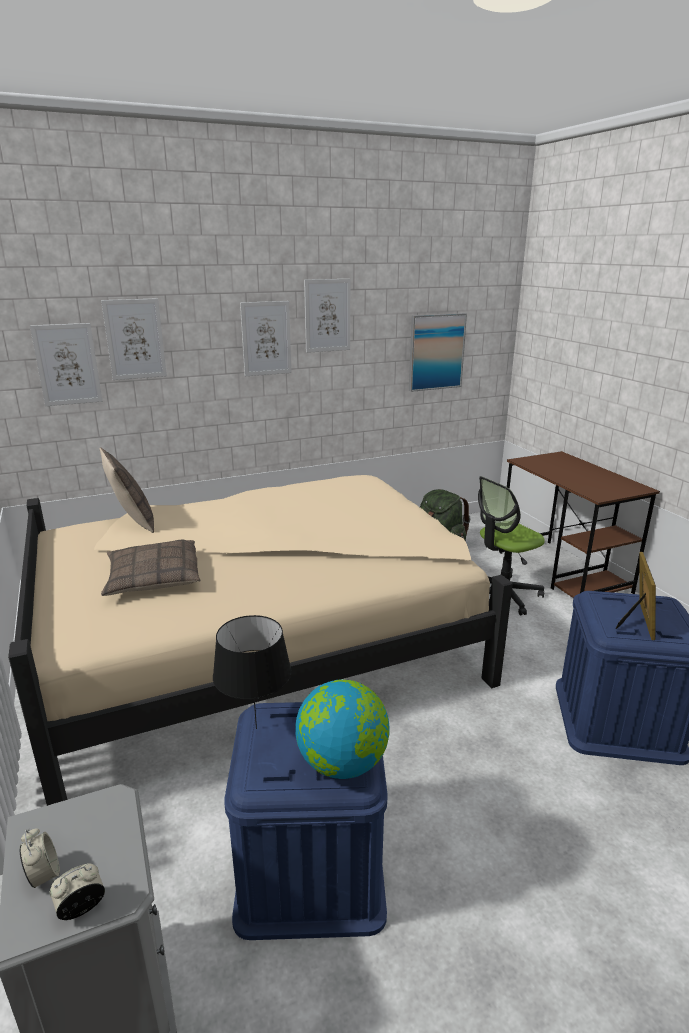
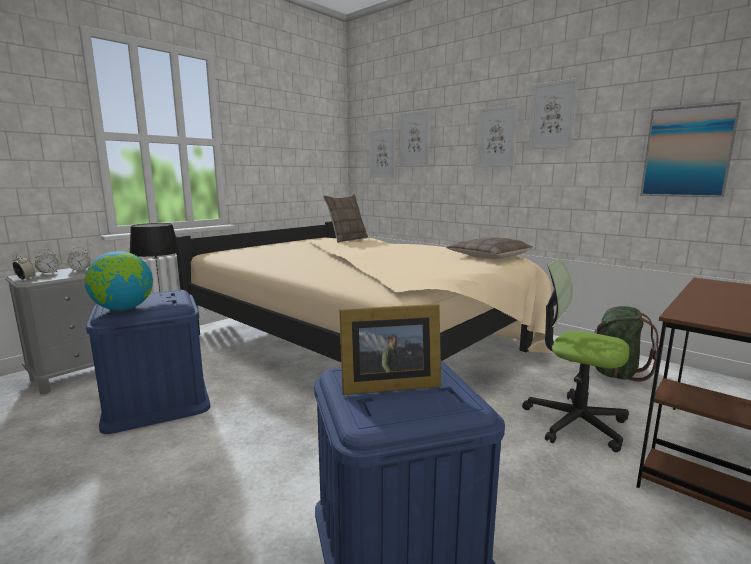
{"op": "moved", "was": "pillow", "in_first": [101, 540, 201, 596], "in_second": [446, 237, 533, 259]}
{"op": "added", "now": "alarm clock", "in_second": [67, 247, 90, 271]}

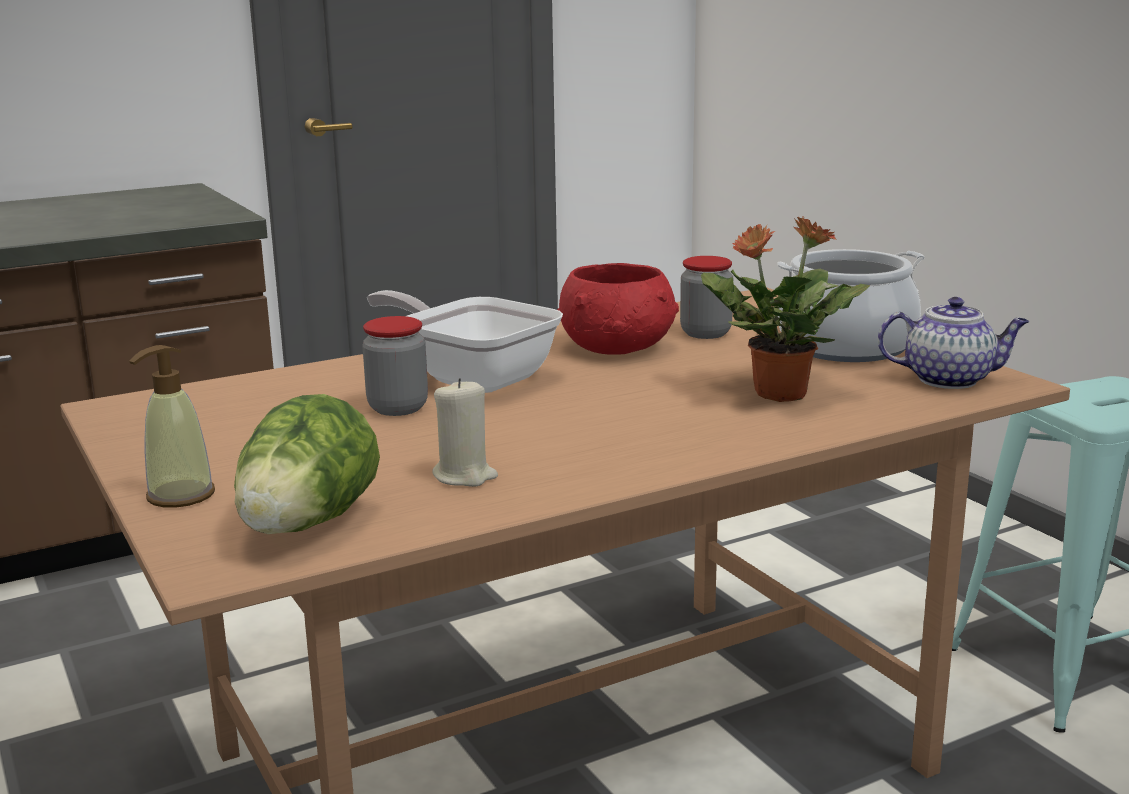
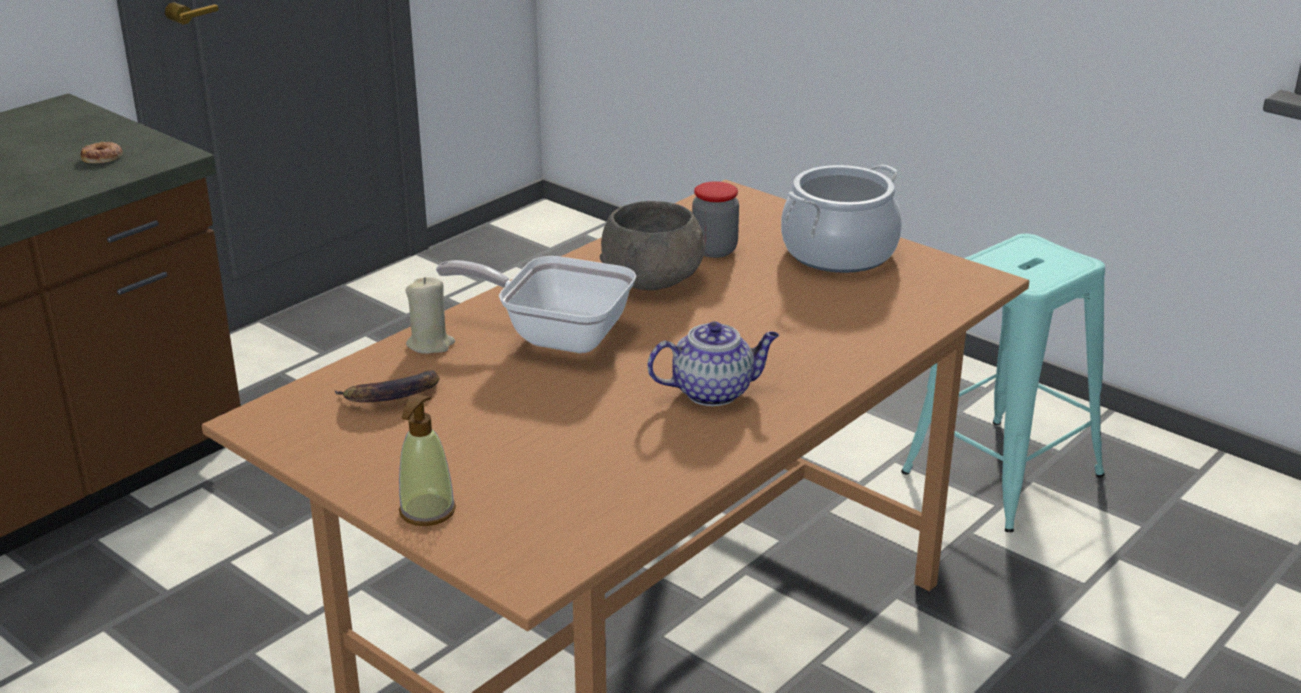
{"op": "removed", "was": "potted plant", "in_first": [701, 217, 870, 402]}
{"op": "recoloured", "was": "red bowl", "now": "grey bowl", "in_first": [557, 263, 679, 355], "in_second": [600, 201, 705, 290]}
{"op": "moved", "was": "teapot", "in_first": [878, 297, 1029, 389], "in_second": [648, 321, 779, 406]}
{"op": "removed", "was": "jar", "in_first": [362, 316, 428, 416]}
{"op": "moved", "was": "beige candle", "in_first": [433, 378, 498, 487], "in_second": [406, 277, 455, 354]}
{"op": "removed", "was": "lettuce", "in_first": [234, 394, 380, 534]}
{"op": "added", "now": "donut", "in_second": [81, 141, 123, 163]}
{"op": "added", "now": "banana", "in_second": [334, 370, 439, 403]}

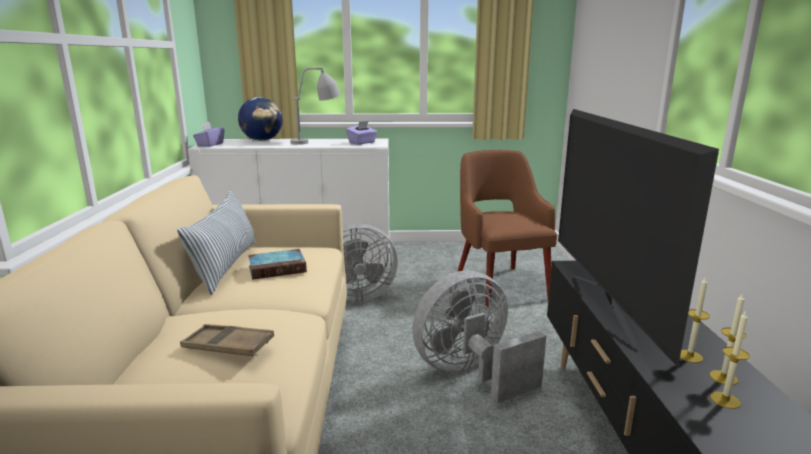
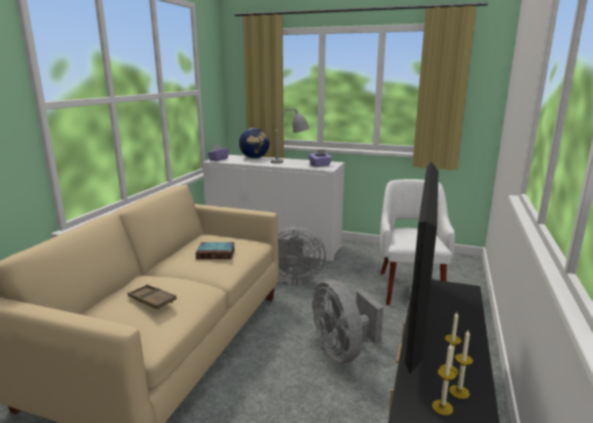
{"op": "recoloured", "was": "brown armchair", "now": "white armchair", "in_first": [457, 150, 557, 309], "in_second": [380, 179, 455, 305]}
{"op": "removed", "was": "pillow", "in_first": [177, 190, 256, 295]}
{"op": "turned", "was": "grey fan", "in_first": [412, 270, 546, 403], "in_second": [313, 280, 384, 363], "clockwise": -105}

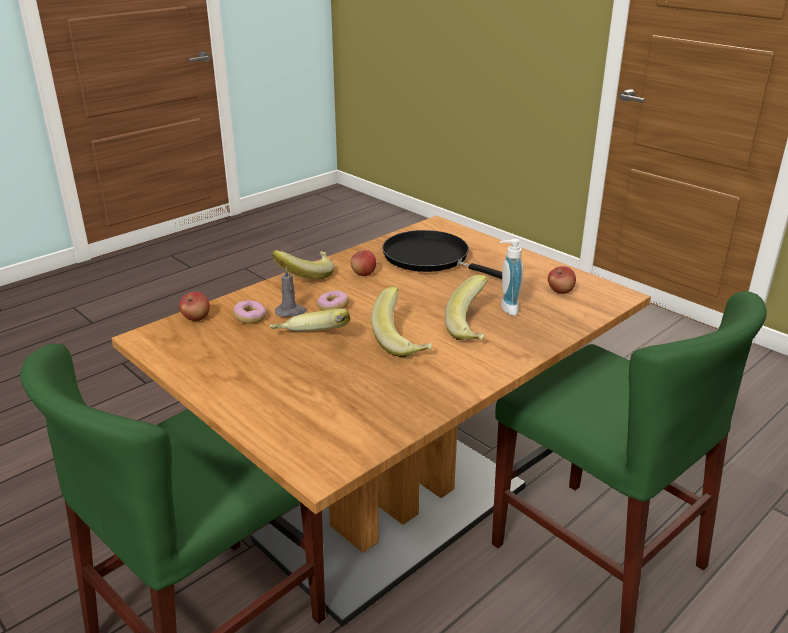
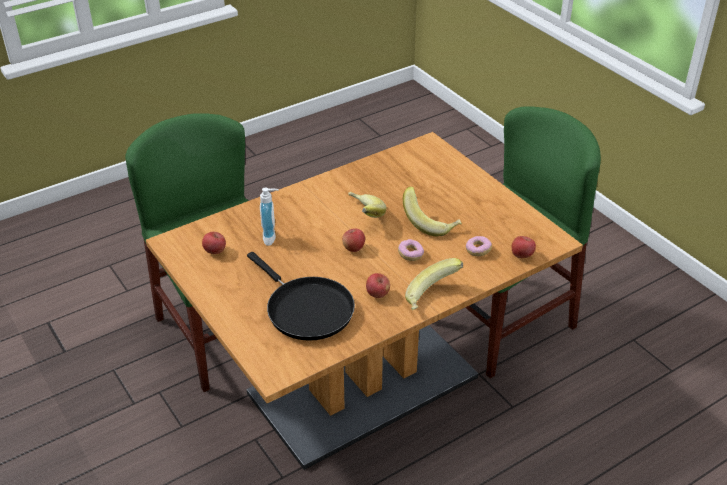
{"op": "removed", "was": "grey candle", "in_first": [275, 266, 307, 317]}
{"op": "removed", "was": "banana", "in_first": [445, 275, 488, 340]}
{"op": "added", "now": "apple", "in_second": [342, 228, 365, 252]}

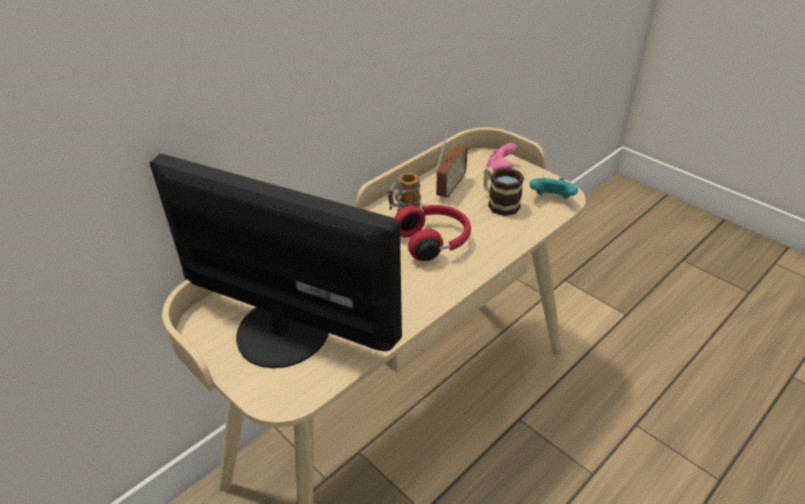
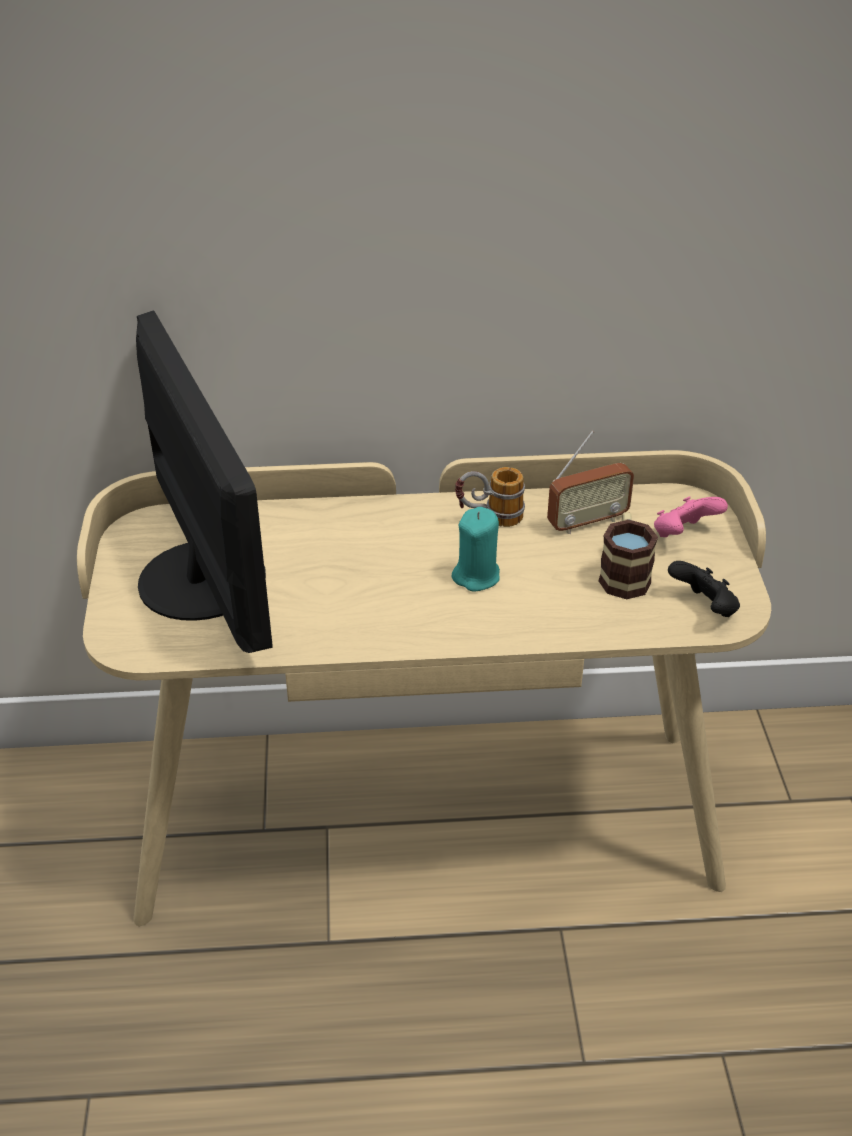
{"op": "recoloured", "was": "turquoise game controller", "now": "black game controller", "in_first": [530, 178, 578, 199], "in_second": [668, 561, 740, 617]}
{"op": "replaced", "was": "red headphones", "now": "turquoise candle", "in_first": [394, 205, 471, 261], "in_second": [452, 507, 500, 591]}

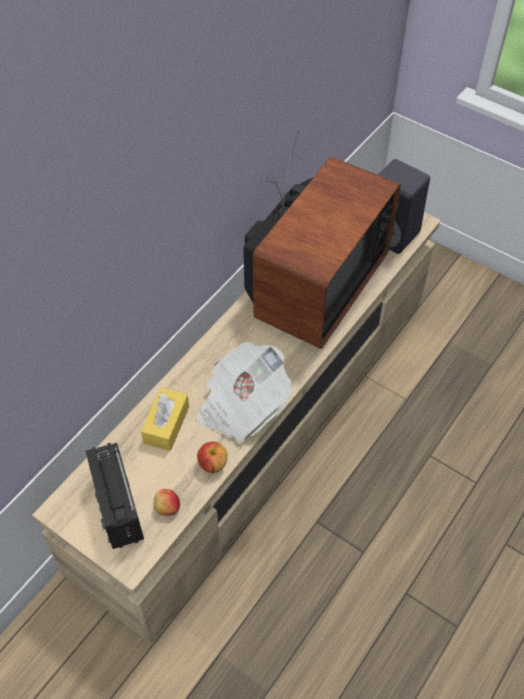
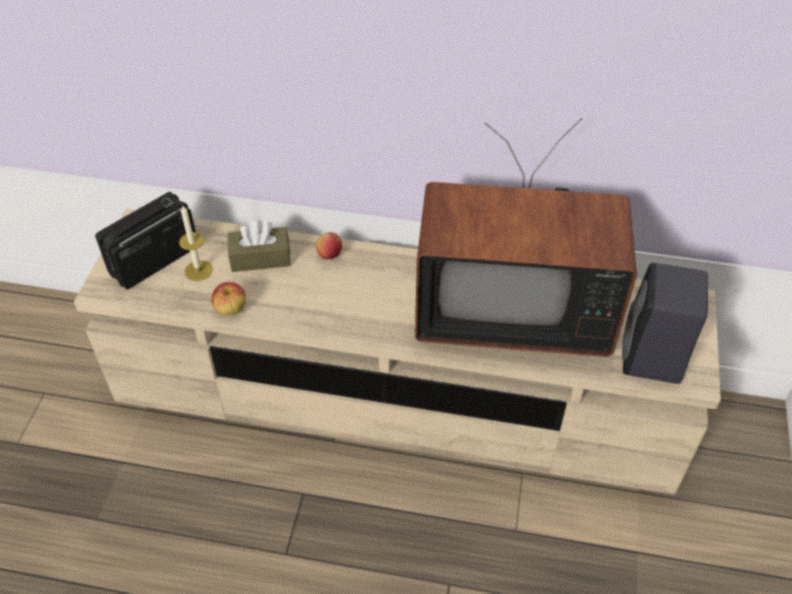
{"op": "removed", "was": "newspaper", "in_first": [196, 342, 292, 443]}
{"op": "recoloured", "was": "yellow tissue box", "now": "brown tissue box", "in_first": [141, 387, 189, 451], "in_second": [228, 220, 291, 272]}
{"op": "moved", "was": "apple", "in_first": [153, 489, 180, 516], "in_second": [316, 232, 342, 259]}
{"op": "added", "now": "candle", "in_second": [179, 206, 213, 281]}

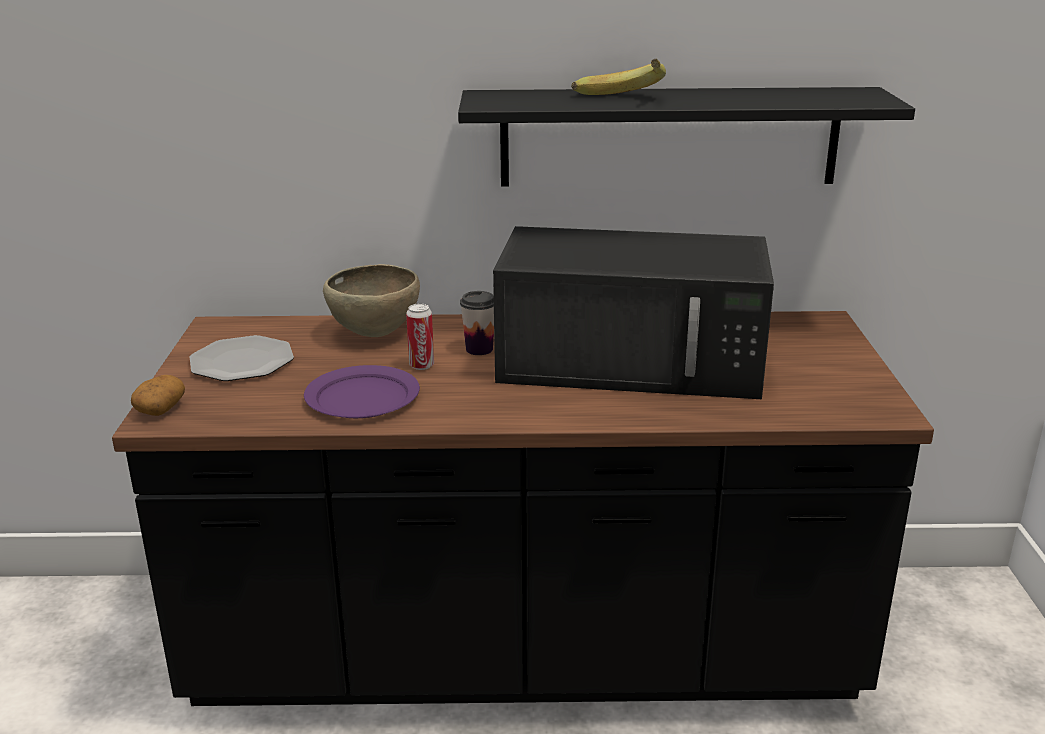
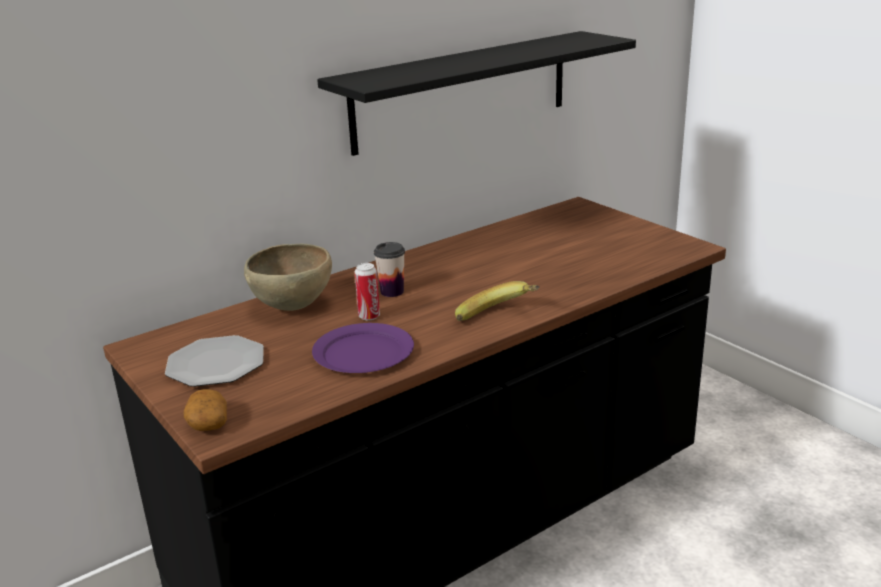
{"op": "moved", "was": "banana", "in_first": [571, 59, 666, 95], "in_second": [455, 281, 540, 321]}
{"op": "removed", "was": "black microwave", "in_first": [493, 226, 774, 399]}

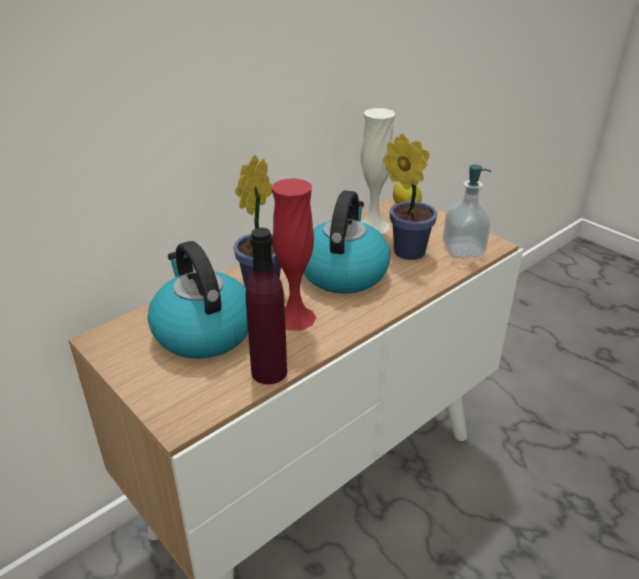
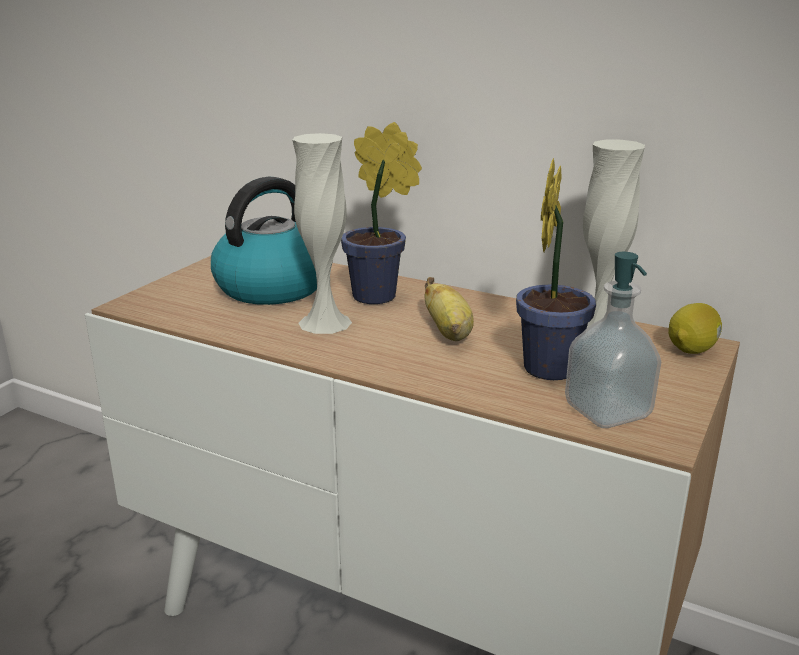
{"op": "recoloured", "was": "red vase", "now": "white vase", "in_first": [272, 178, 316, 331], "in_second": [293, 133, 352, 334]}
{"op": "replaced", "was": "kettle", "now": "banana", "in_first": [304, 190, 390, 294], "in_second": [425, 277, 474, 341]}
{"op": "removed", "was": "purple bottle", "in_first": [245, 228, 287, 384]}

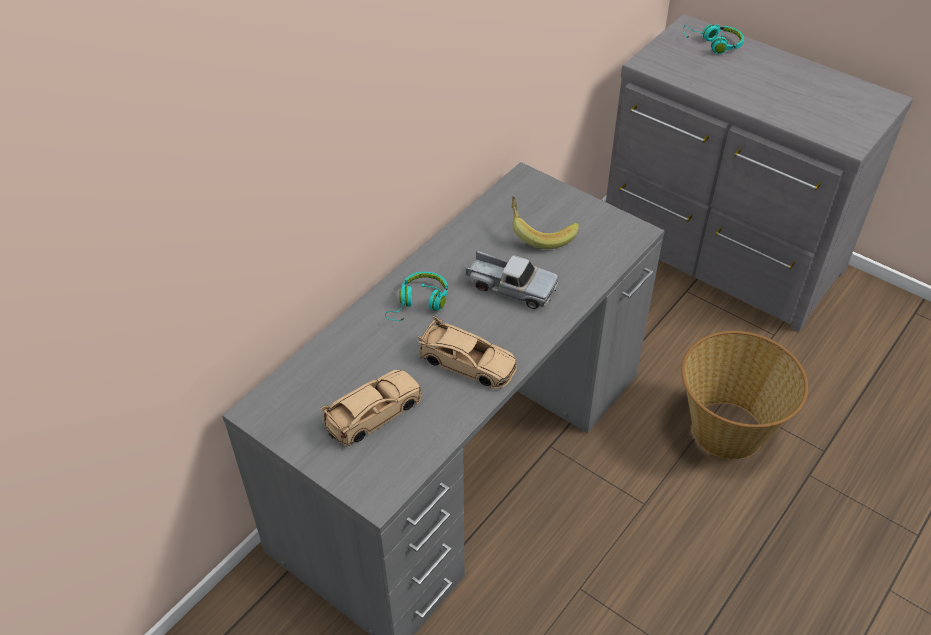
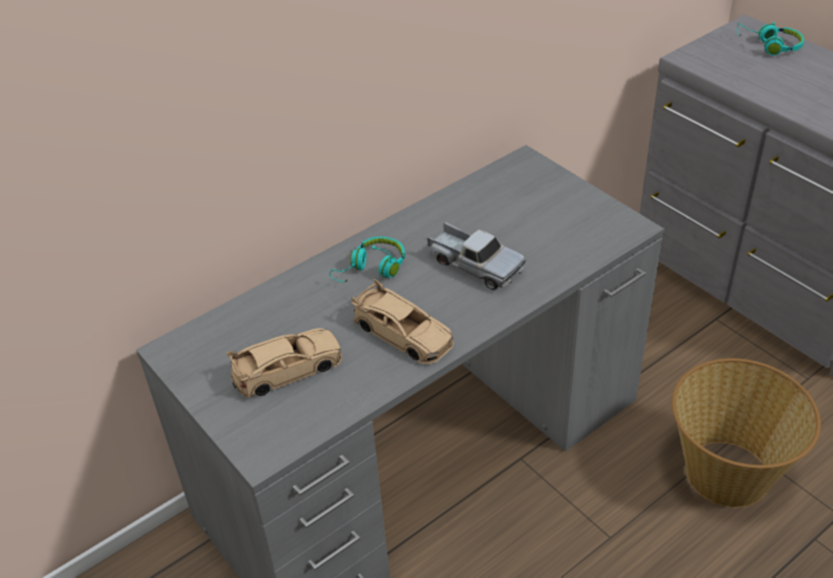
{"op": "removed", "was": "banana", "in_first": [511, 196, 579, 249]}

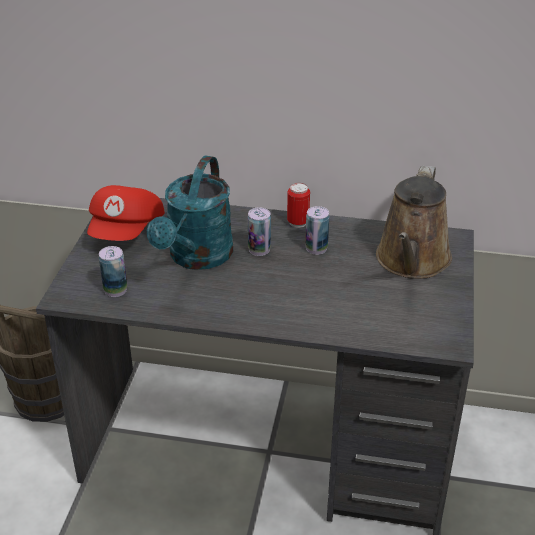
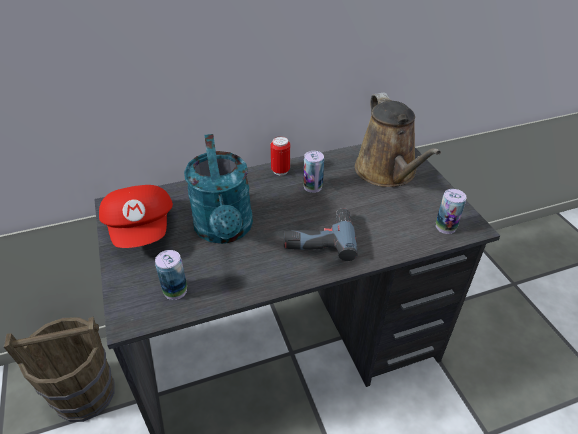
{"op": "moved", "was": "can", "in_first": [248, 207, 271, 256], "in_second": [436, 189, 467, 234]}
{"op": "added", "now": "power drill", "in_second": [284, 208, 358, 261]}

